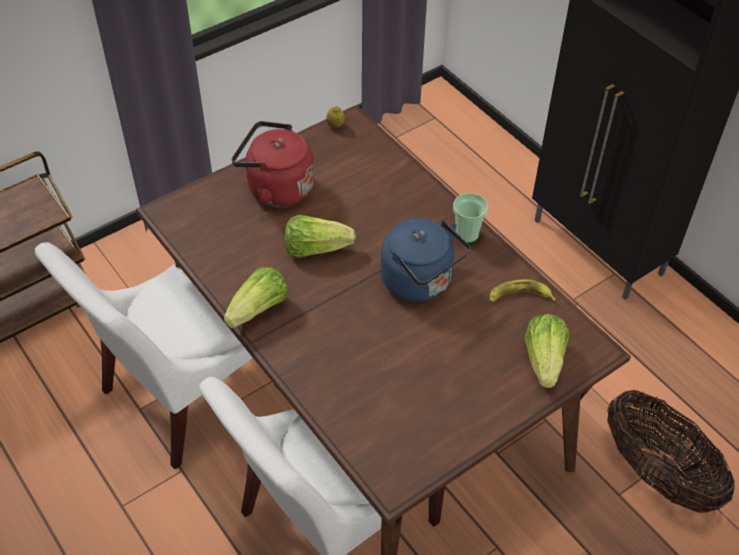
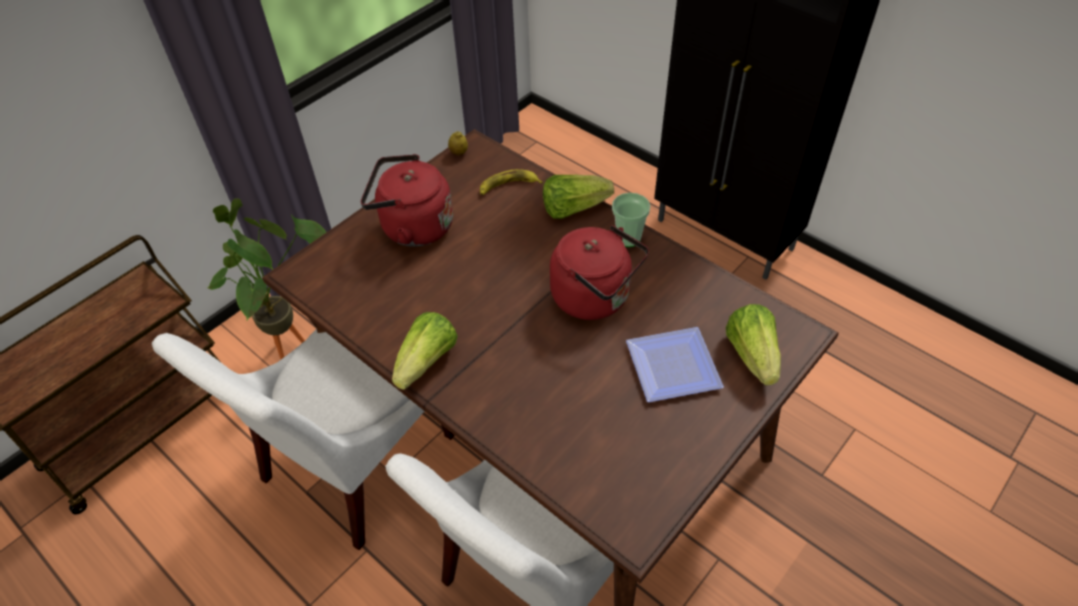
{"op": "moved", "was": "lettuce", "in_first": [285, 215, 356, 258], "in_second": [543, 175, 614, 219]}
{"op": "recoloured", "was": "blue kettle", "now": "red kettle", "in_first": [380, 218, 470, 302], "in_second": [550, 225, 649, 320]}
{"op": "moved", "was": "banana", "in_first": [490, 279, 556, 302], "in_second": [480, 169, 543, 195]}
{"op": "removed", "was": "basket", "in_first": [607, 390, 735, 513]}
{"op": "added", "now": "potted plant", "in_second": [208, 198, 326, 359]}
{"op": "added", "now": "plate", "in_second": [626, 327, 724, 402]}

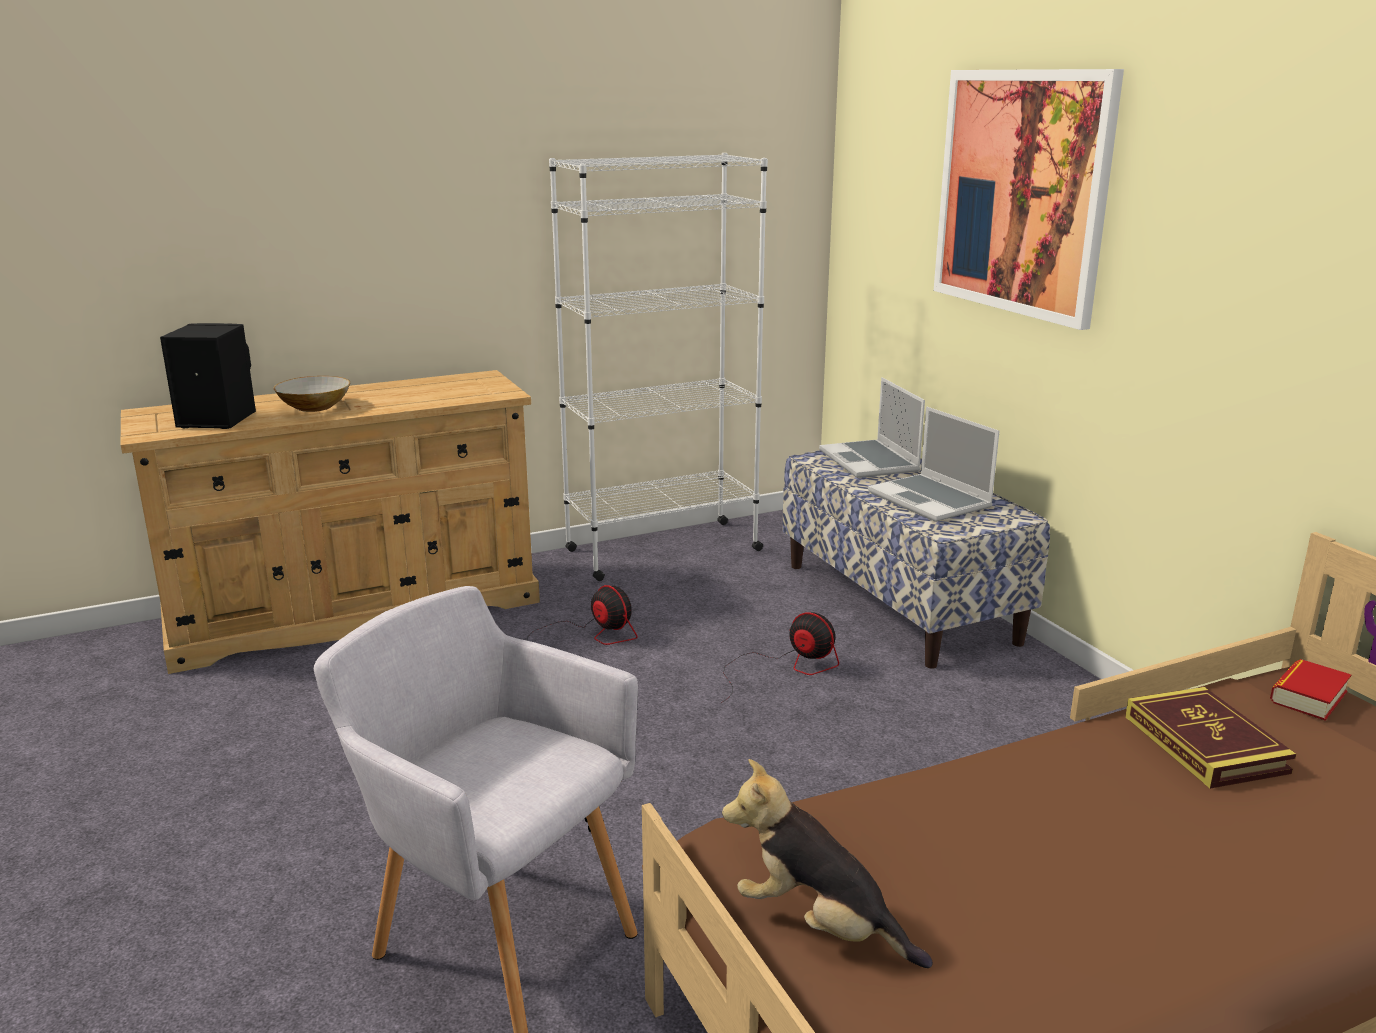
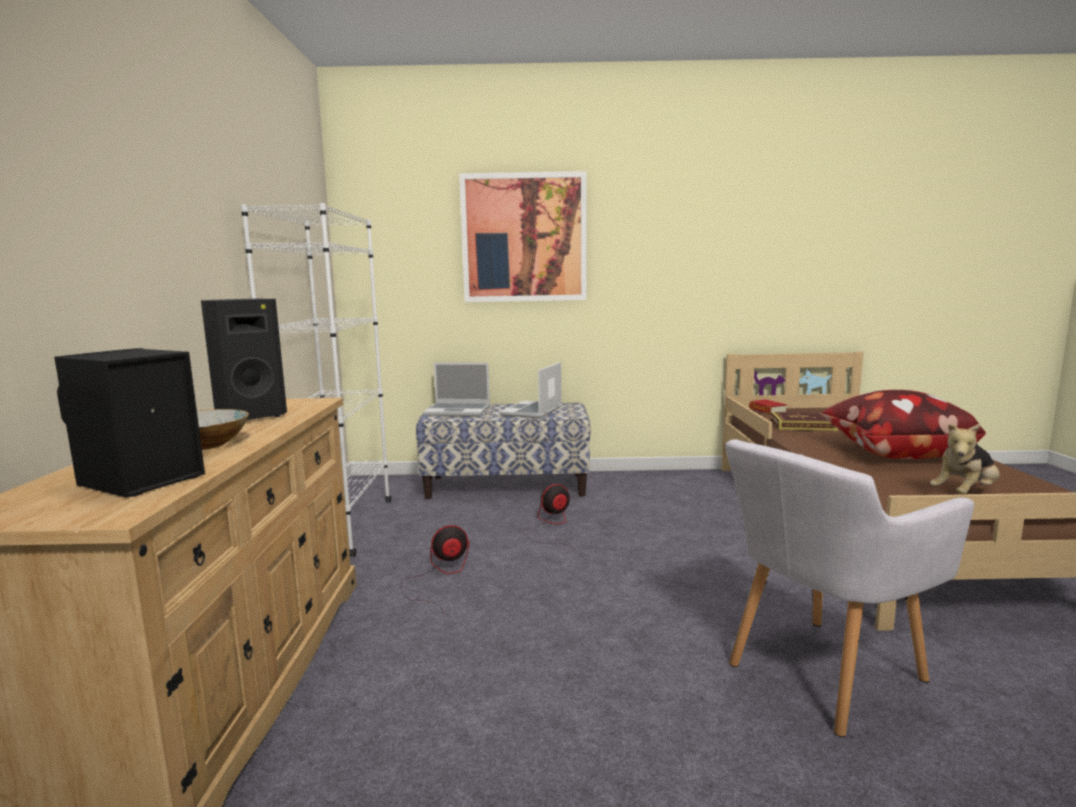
{"op": "turned", "was": "laptop", "in_first": [868, 407, 999, 522], "in_second": [499, 362, 562, 418], "clockwise": 120}
{"op": "added", "now": "black speaker", "in_second": [201, 299, 287, 420]}
{"op": "added", "now": "pillow", "in_second": [821, 390, 986, 459]}

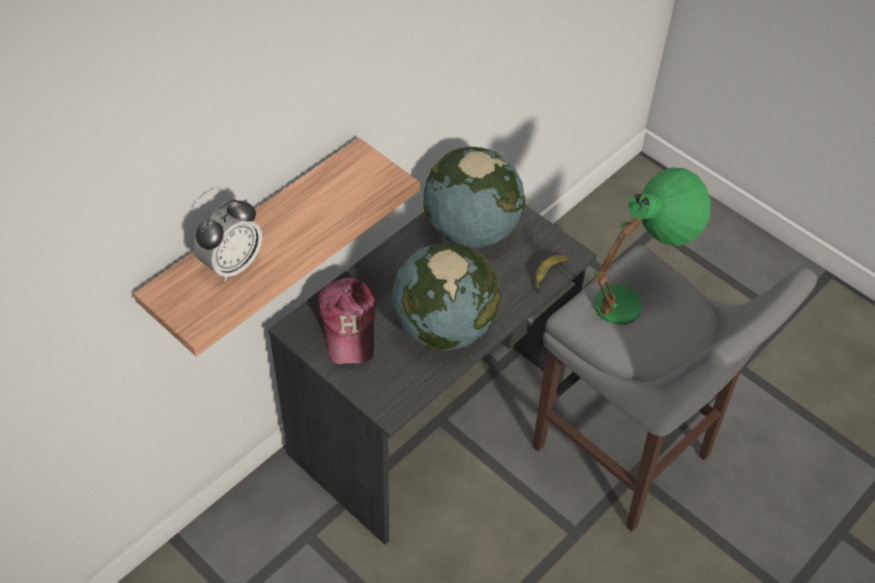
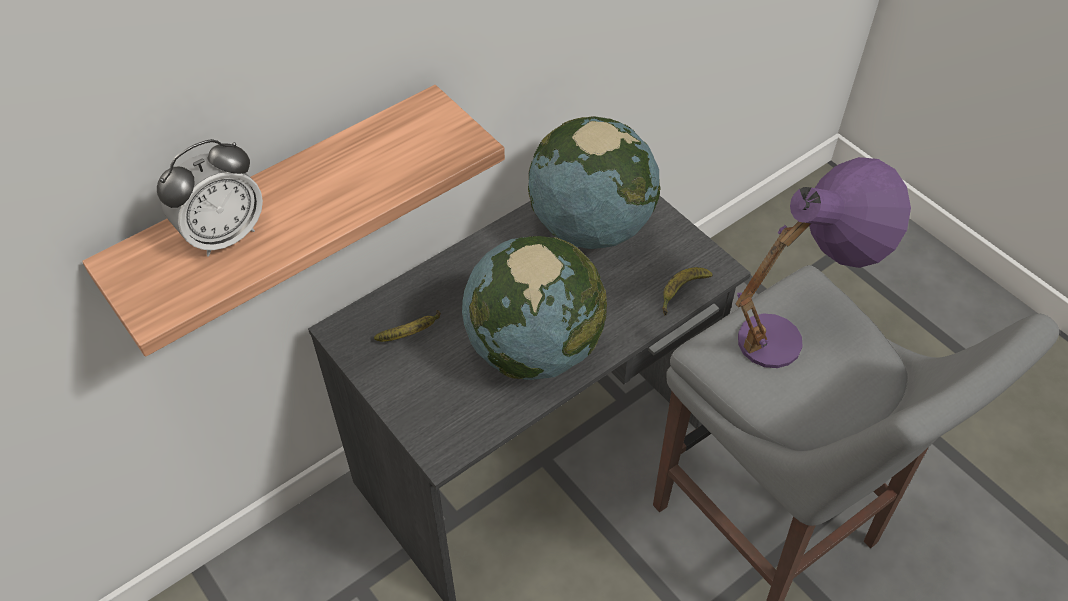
{"op": "recoloured", "was": "green table lamp", "now": "purple table lamp", "in_first": [594, 167, 711, 325], "in_second": [736, 157, 911, 368]}
{"op": "replaced", "was": "cap", "now": "banana", "in_first": [318, 278, 376, 364], "in_second": [374, 310, 441, 342]}

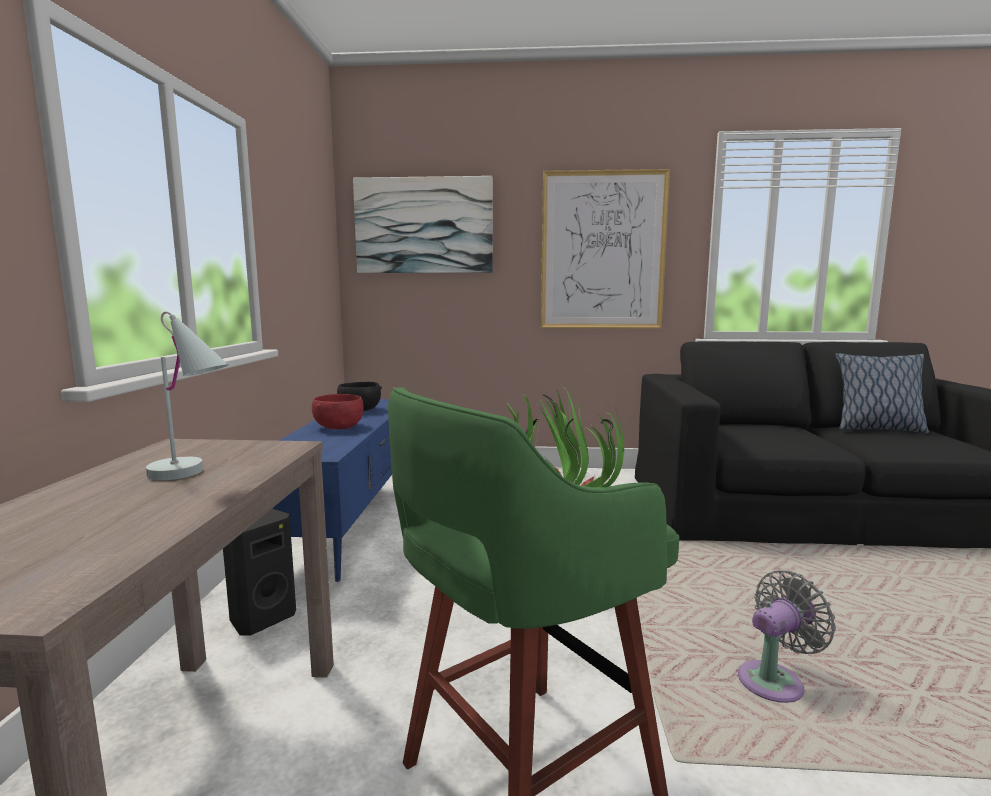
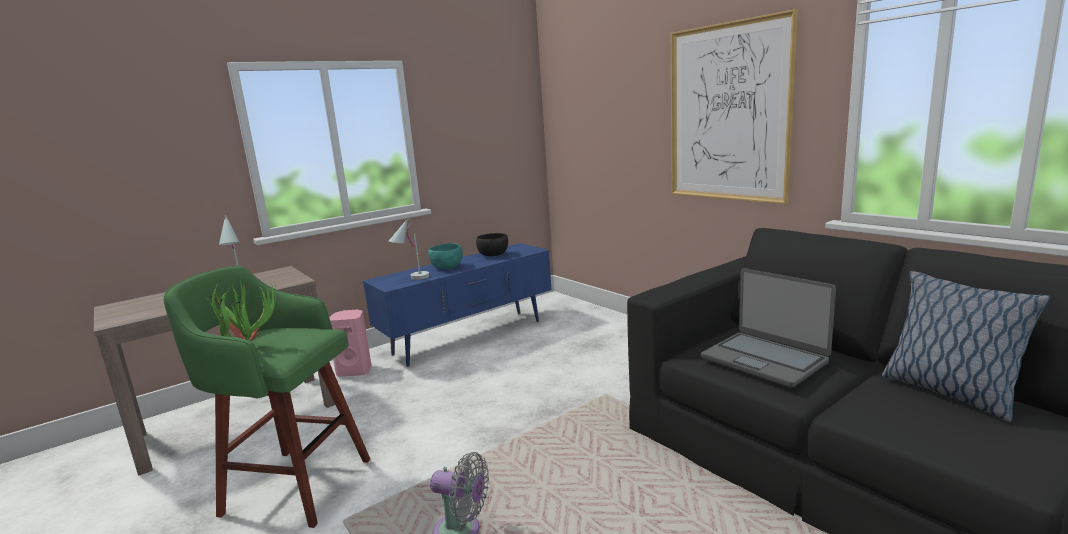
{"op": "removed", "was": "picture", "in_first": [353, 176, 493, 273]}
{"op": "recoloured", "was": "red bowl", "now": "turquoise bowl", "in_first": [312, 394, 364, 429], "in_second": [427, 243, 463, 269]}
{"op": "recoloured", "was": "black speaker", "now": "pink speaker", "in_first": [223, 509, 296, 635], "in_second": [329, 310, 371, 377]}
{"op": "added", "now": "white table lamp", "in_second": [389, 219, 429, 280]}
{"op": "added", "now": "laptop", "in_second": [701, 268, 836, 388]}

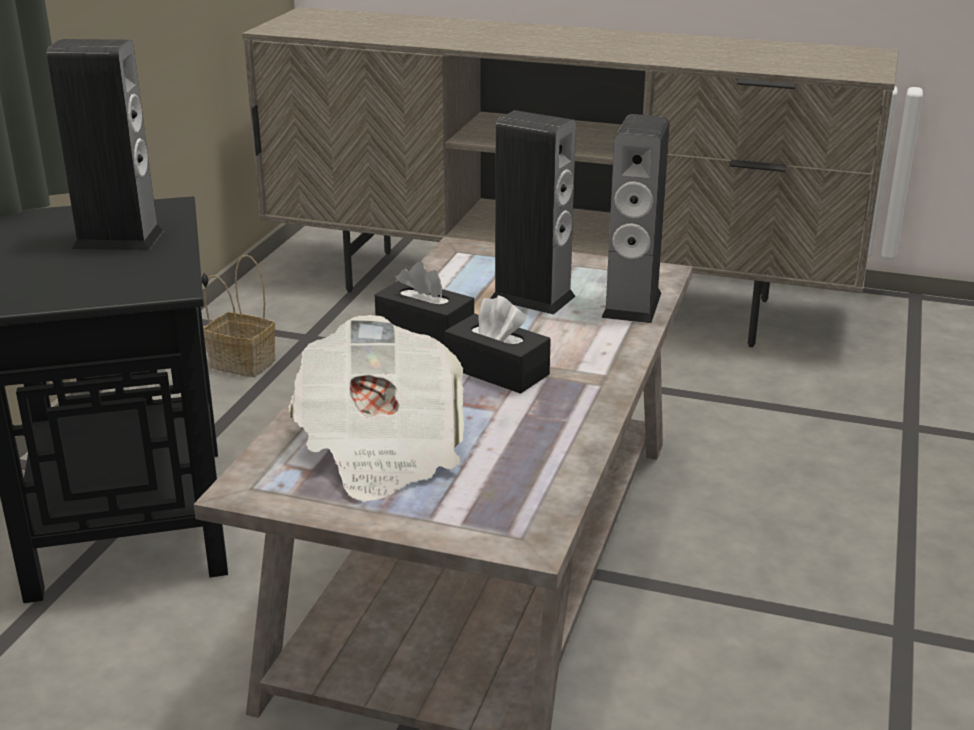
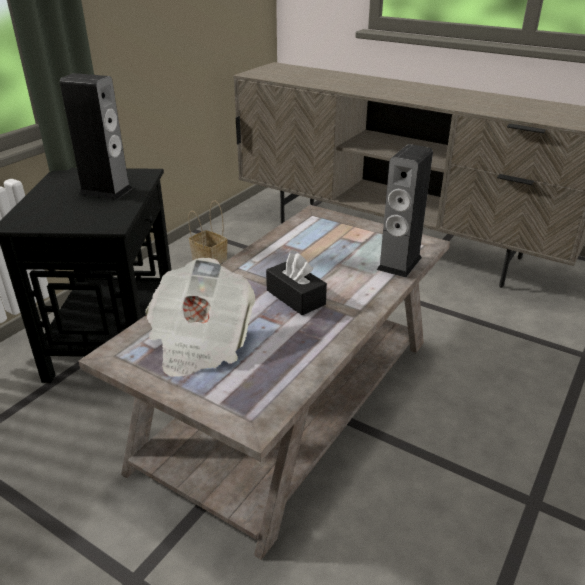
{"op": "removed", "was": "speaker", "in_first": [490, 110, 576, 315]}
{"op": "removed", "was": "black tissue box", "in_first": [375, 262, 474, 346]}

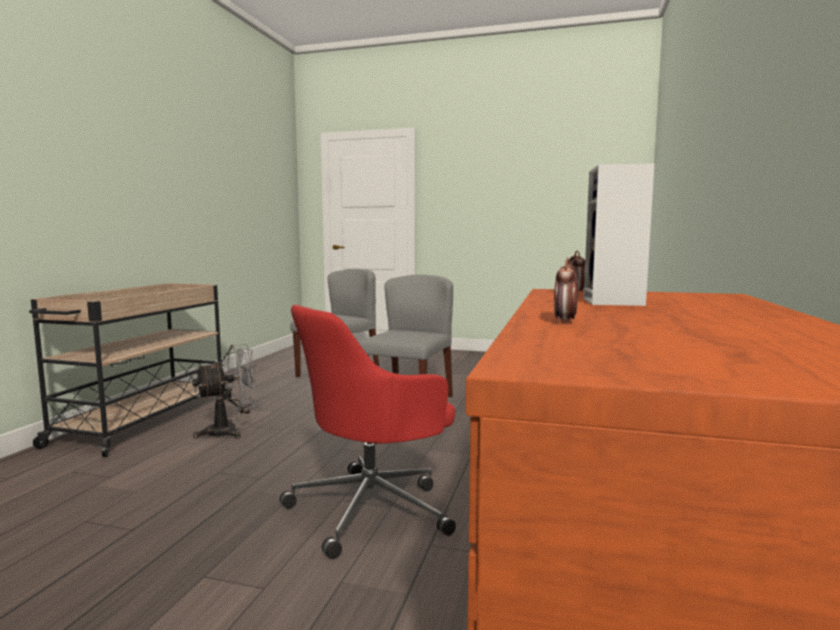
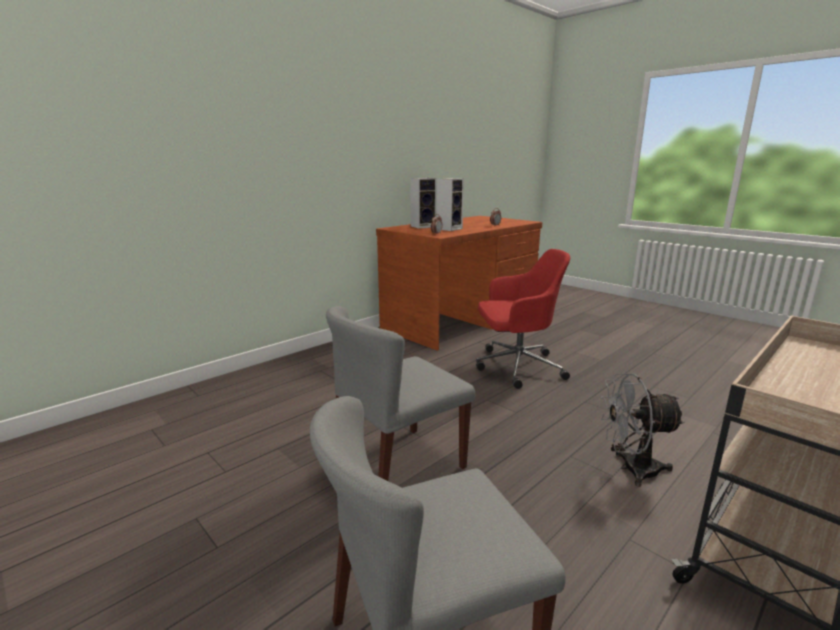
{"op": "added", "now": "speaker", "in_second": [410, 178, 436, 229]}

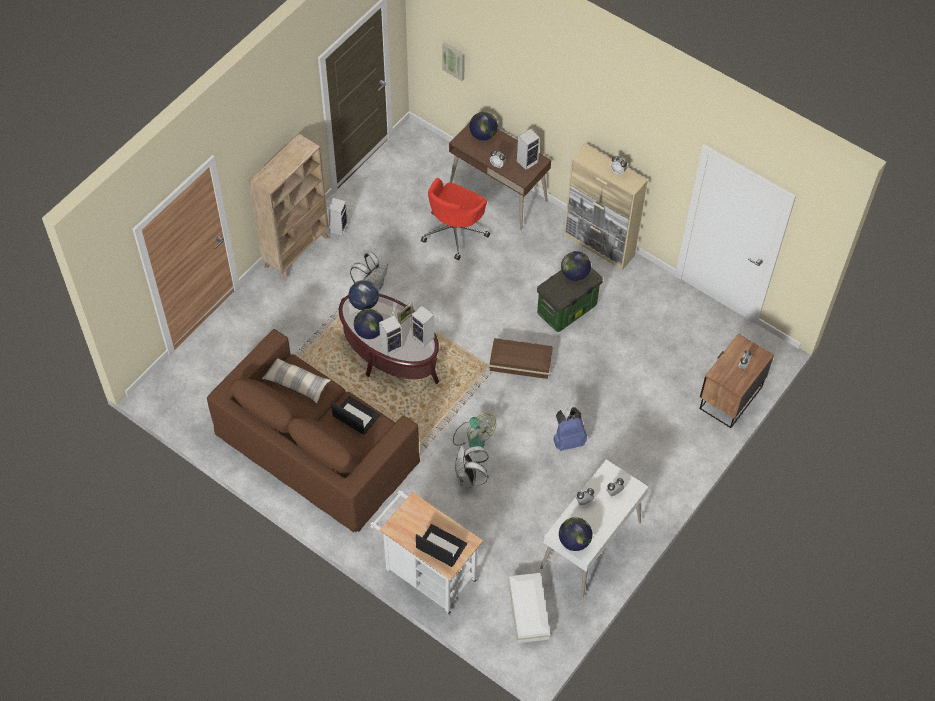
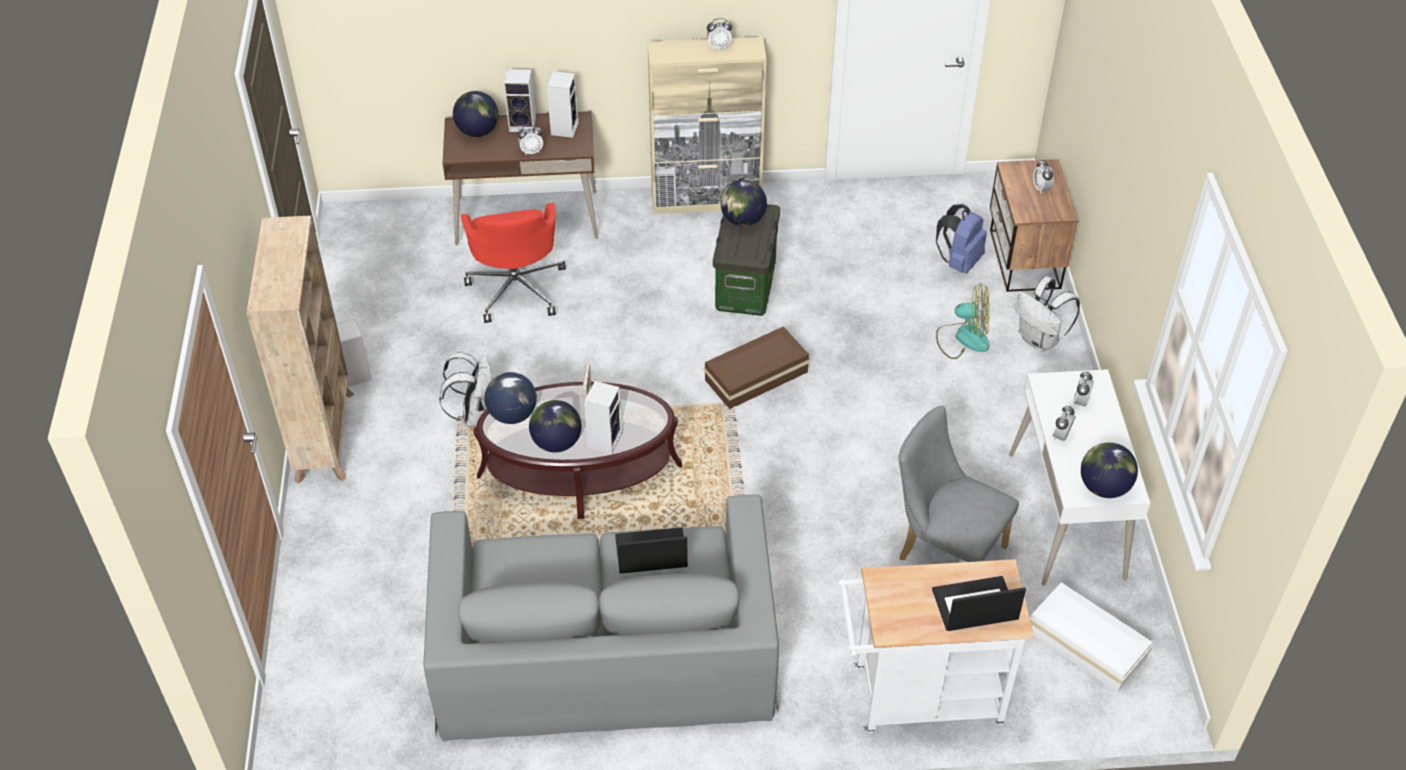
{"op": "removed", "was": "picture", "in_first": [442, 42, 465, 81]}
{"op": "moved", "was": "speaker", "in_first": [411, 306, 434, 347], "in_second": [504, 69, 536, 132]}
{"op": "recoloured", "was": "brown sofa", "now": "grey sofa", "in_first": [207, 329, 420, 533], "in_second": [423, 495, 779, 741]}
{"op": "removed", "was": "pillow", "in_first": [262, 358, 331, 403]}
{"op": "moved", "was": "blue backpack", "in_first": [553, 407, 587, 451], "in_second": [936, 204, 987, 273]}
{"op": "moved", "was": "fan", "in_first": [453, 414, 496, 453], "in_second": [936, 284, 990, 359]}
{"op": "moved", "was": "white backpack", "in_first": [455, 445, 489, 487], "in_second": [1015, 276, 1080, 352]}
{"op": "added", "now": "grey chair", "in_second": [899, 406, 1019, 562]}

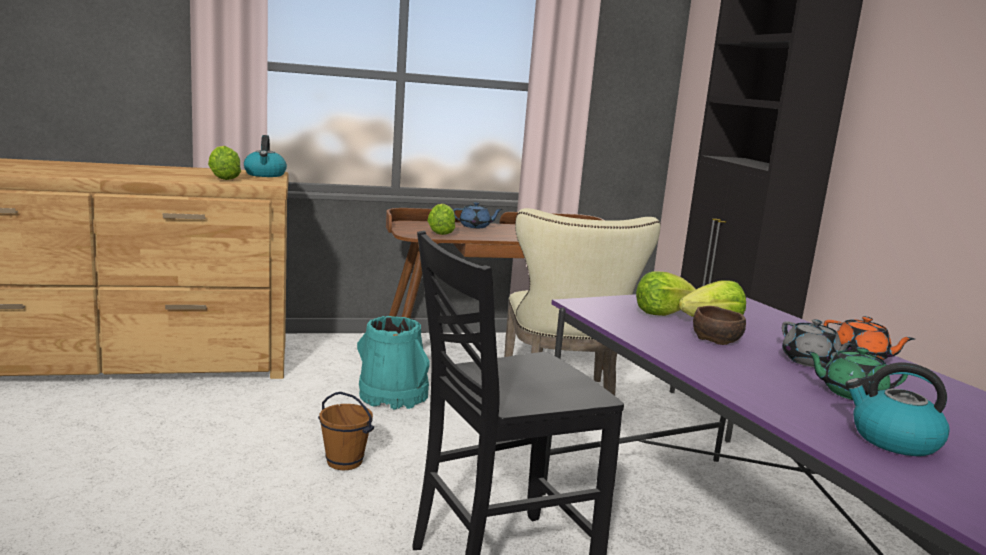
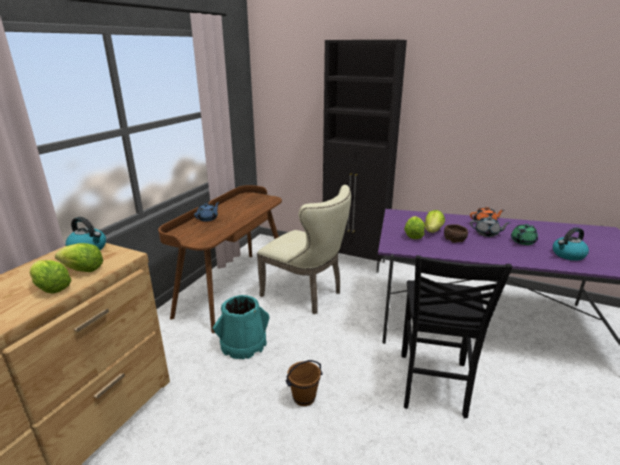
{"op": "moved", "was": "lettuce", "in_first": [427, 204, 455, 235], "in_second": [29, 260, 72, 293]}

